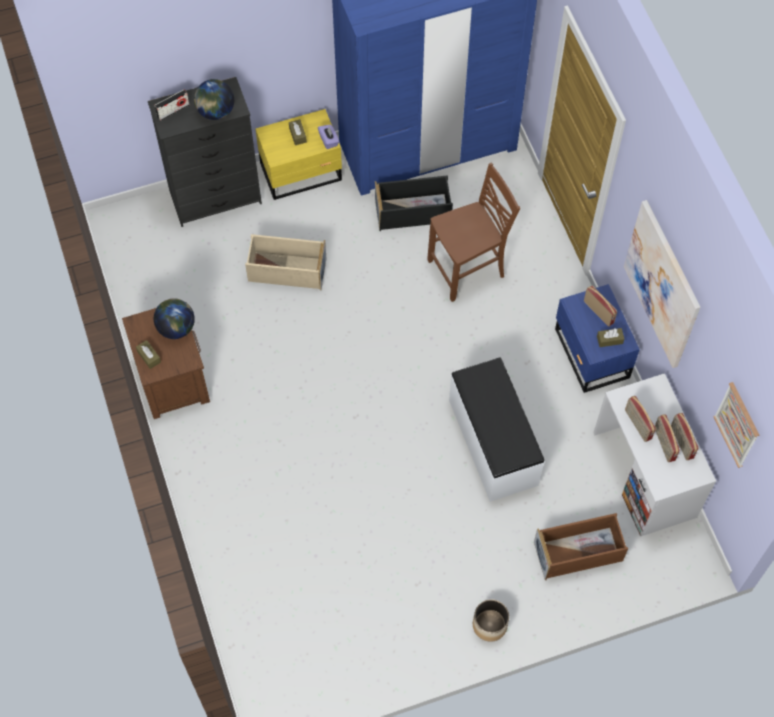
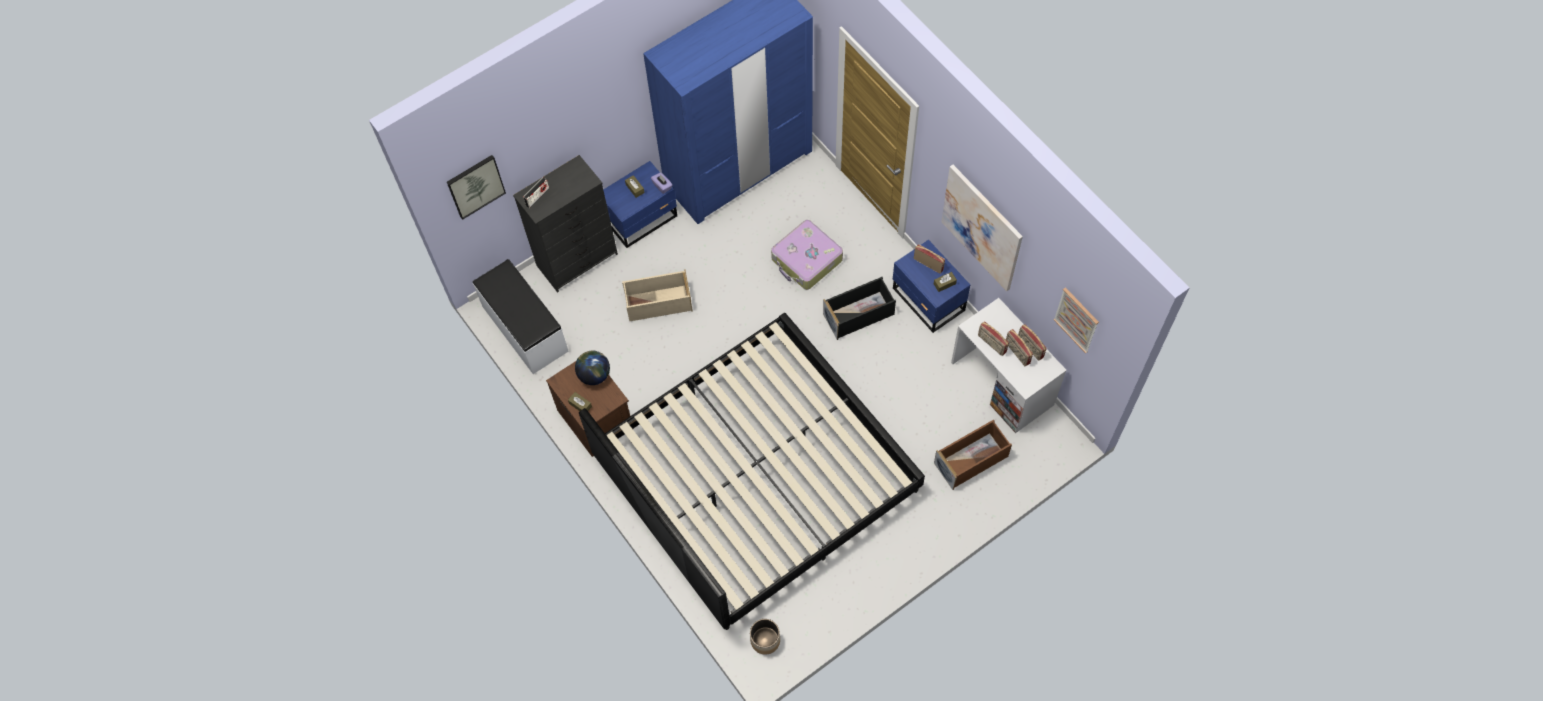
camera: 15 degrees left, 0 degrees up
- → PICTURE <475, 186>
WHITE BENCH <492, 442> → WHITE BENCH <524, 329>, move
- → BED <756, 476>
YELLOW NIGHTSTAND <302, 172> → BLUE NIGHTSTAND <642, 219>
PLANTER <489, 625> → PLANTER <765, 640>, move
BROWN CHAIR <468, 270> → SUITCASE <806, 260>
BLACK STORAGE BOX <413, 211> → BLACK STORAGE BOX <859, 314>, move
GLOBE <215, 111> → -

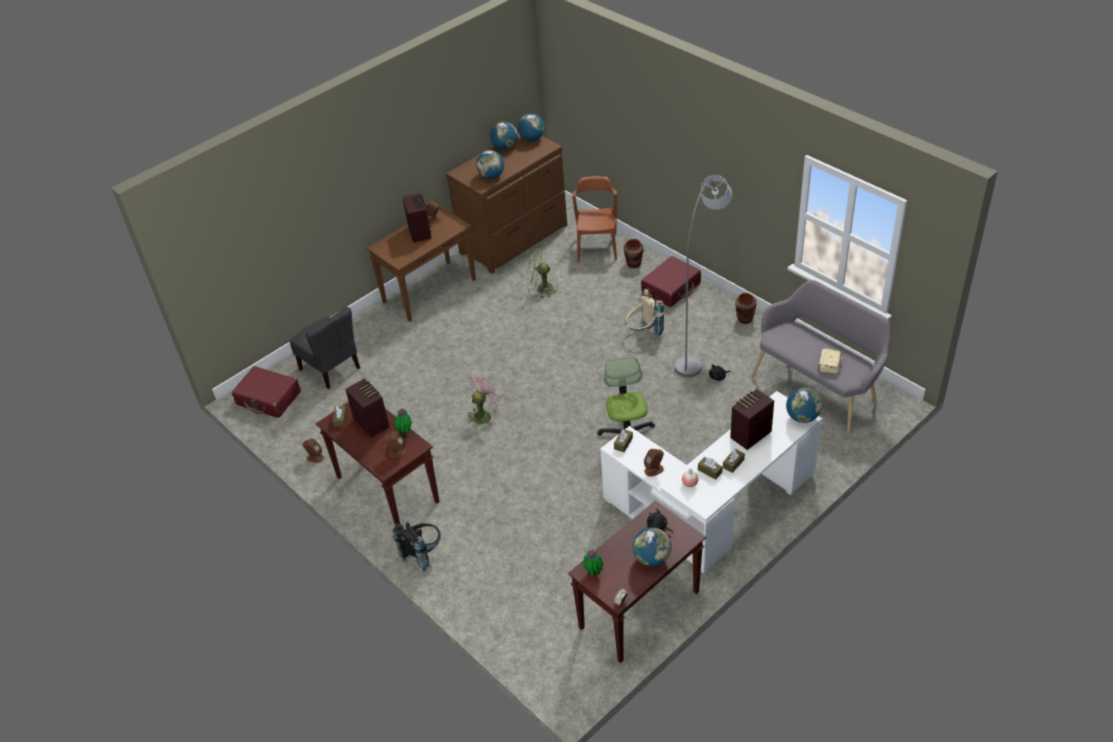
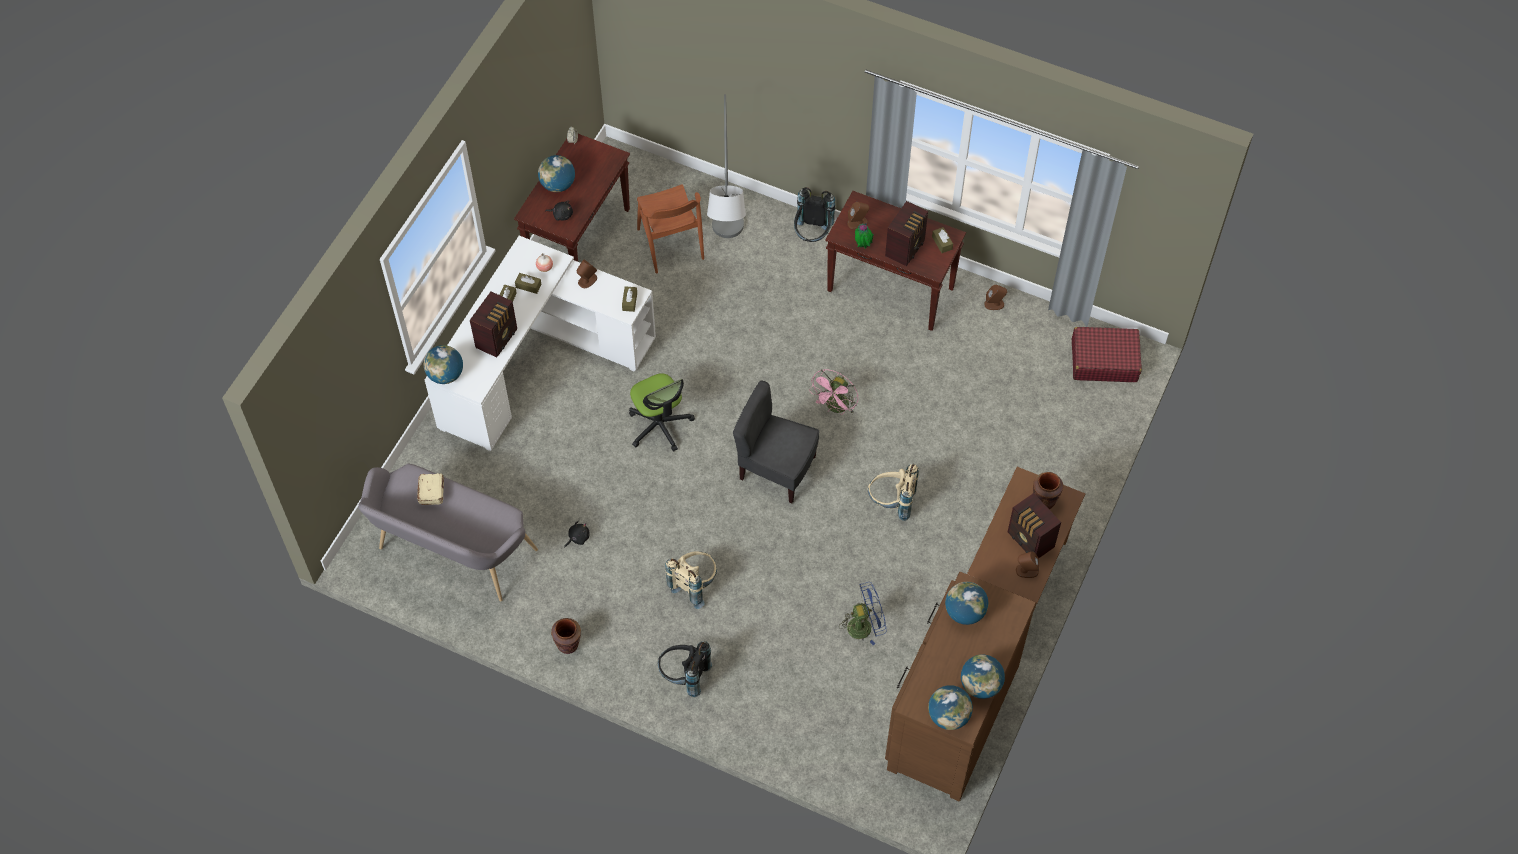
camera: 155 degrees right, 15 degrees up
BROWN CHAIR <597, 247> → BROWN CHAIR <670, 244>, move
RED SUITCASE <671, 288> → BLACK BACKPACK <684, 677>
GREY FLOOR LAMP <701, 334> → GREY FLOOR LAMP <728, 274>, move
GREY CHAIR <331, 368> → GREY CHAIR <776, 469>, move
GREEN FAN <541, 289> → BLUE FAN <864, 626>
- → BEIGE BACKPACK <891, 503>
RADIO <371, 422> → RADIO <906, 248>, 90 degrees counterclockwise
BROWN VASE <633, 264> → BROWN VASE <1044, 501>, move
POTTED PLANT <593, 573> → -

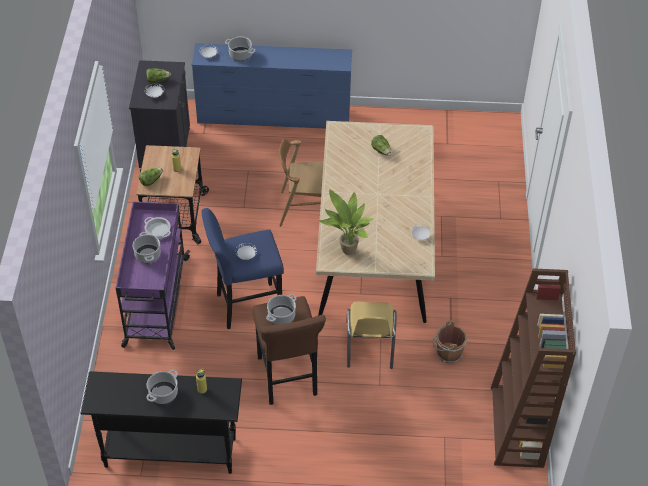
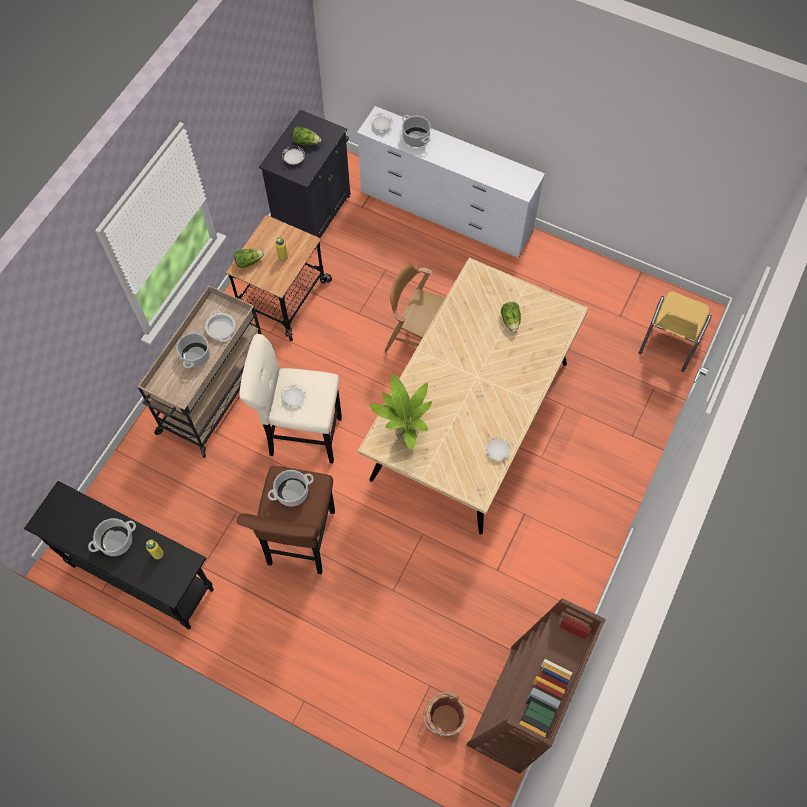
camera: 25 degrees right, 15 degrees up
PURPLE CART <156, 303> → BEIGE CART <214, 394>
BLUE STOOL <245, 306> → BEIGE STOOL <301, 435>
BLUE DRESSER <274, 116> → WHITE DRESSER <446, 212>
BROWN BUCKET <447, 353> → BROWN BUCKET <443, 719>, move
YELLOW CHAIR <369, 345> → YELLOW CHAIR <670, 339>, move

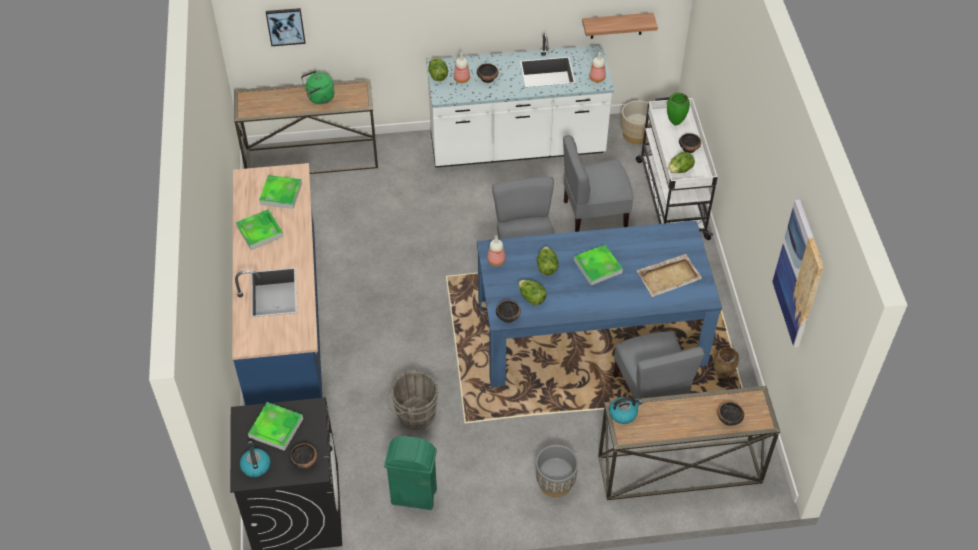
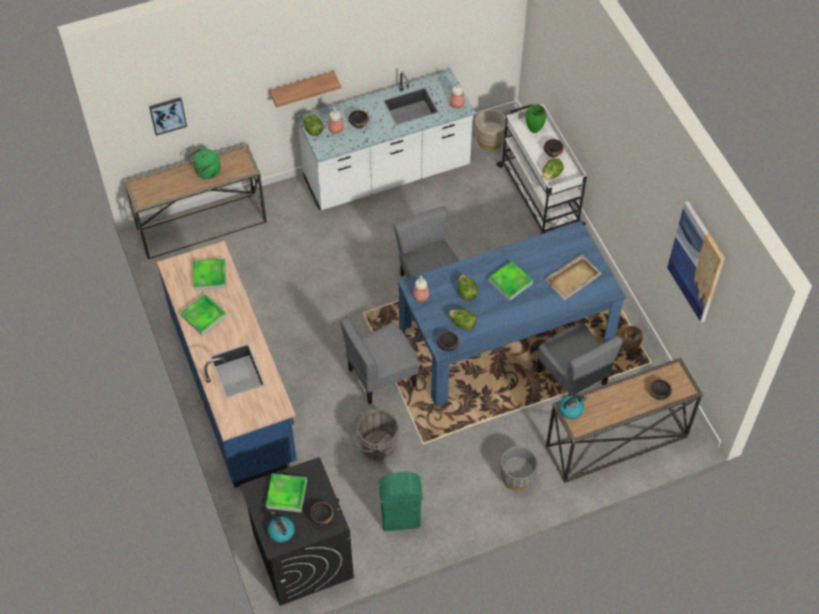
camera: 15 degrees left, 5 degrees up
SHELF <616, 25> → SHELF <302, 89>, move
GREY CHAIR <594, 214> → GREY CHAIR <381, 377>, move

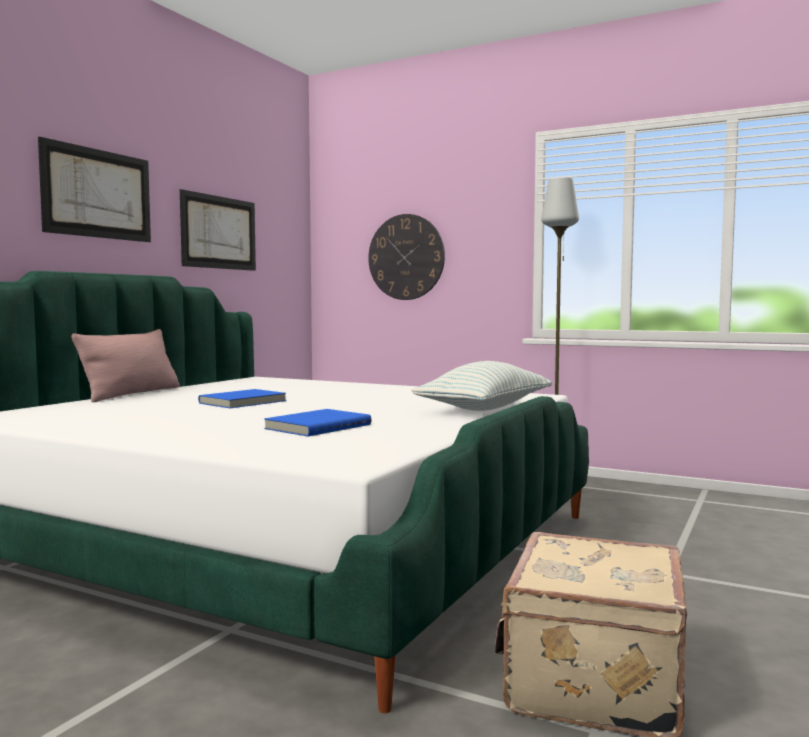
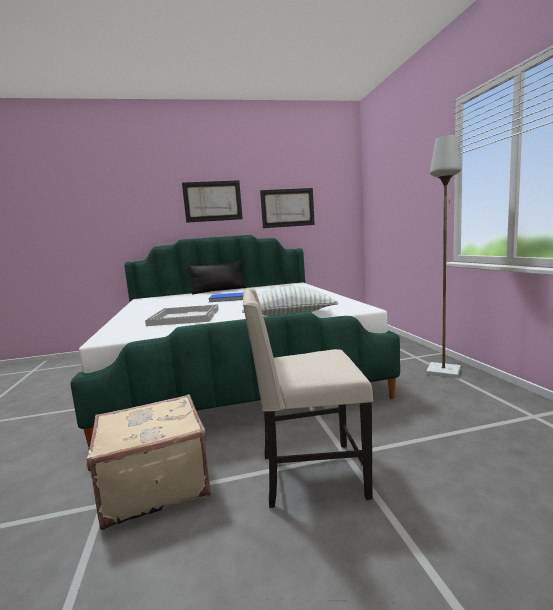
camera: 50 degrees right, 5 degrees up
BLUE BOOK <317, 426> → WHITE TRAY <184, 317>
PINK PILLOW <132, 394> → BLACK PILLOW <219, 290>
- → BEIGE CHAIR <309, 475>
WALL CLOCK <406, 257> → -

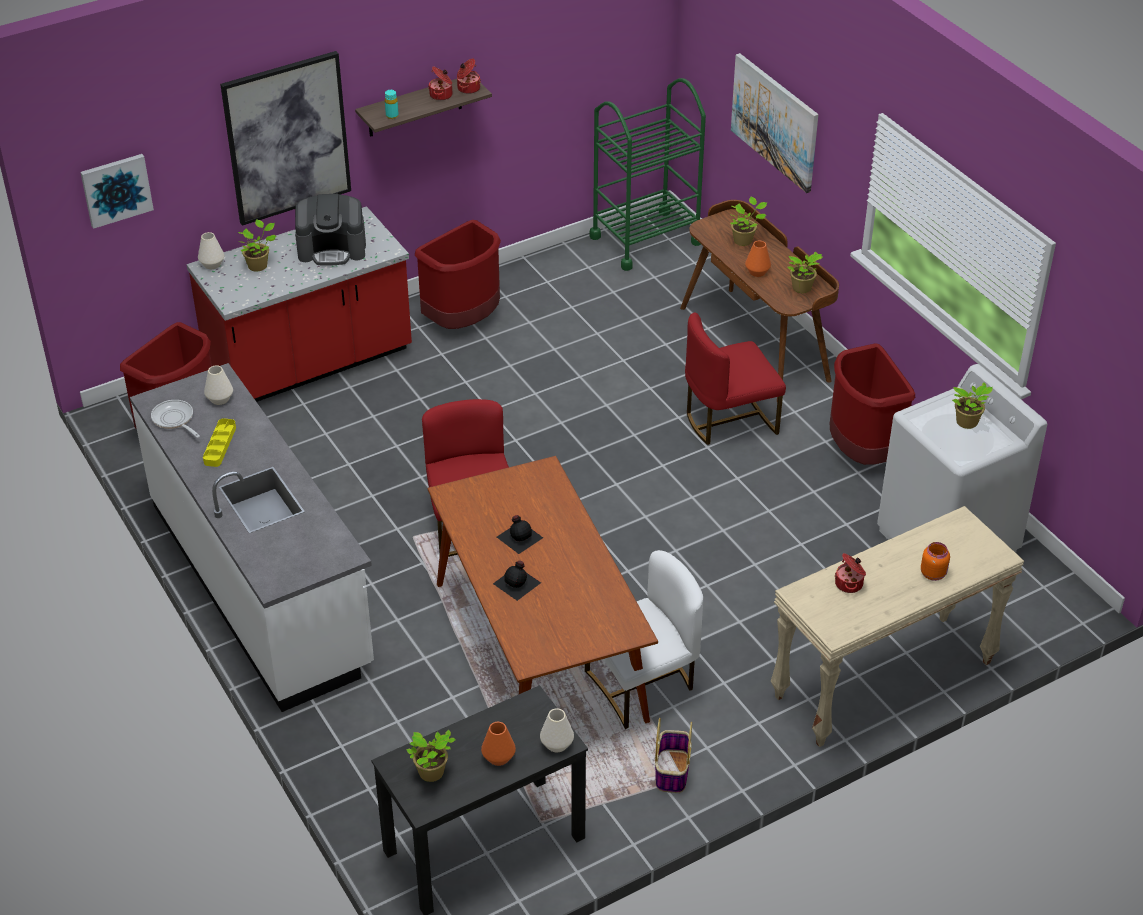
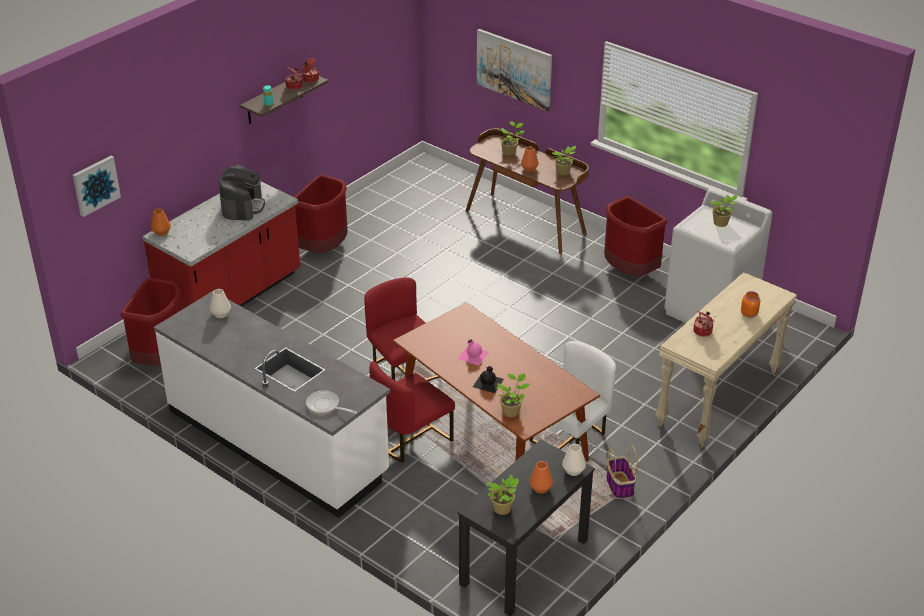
camera: 20 degrees left, 5 degrees down
WHITE VASE <212, 264> → ORANGE VASE <161, 232>
COFFEE MACHINE <332, 249> → COFFEE MACHINE <242, 206>, 60 degrees counterclockwise
FRYING PAN <174, 420> → FRYING PAN <325, 406>, move
RED CHAIR <729, 420> → RED CHAIR <411, 439>, move
BLACK BOTTLE <519, 536> → PINK BOTTLE <473, 355>
POTTED PLANT <259, 265> → POTTED PLANT <511, 411>, move
YELLOW TRAY <220, 445> → -
PICTURE <287, 138> → -
GREEN CART <645, 239> → -

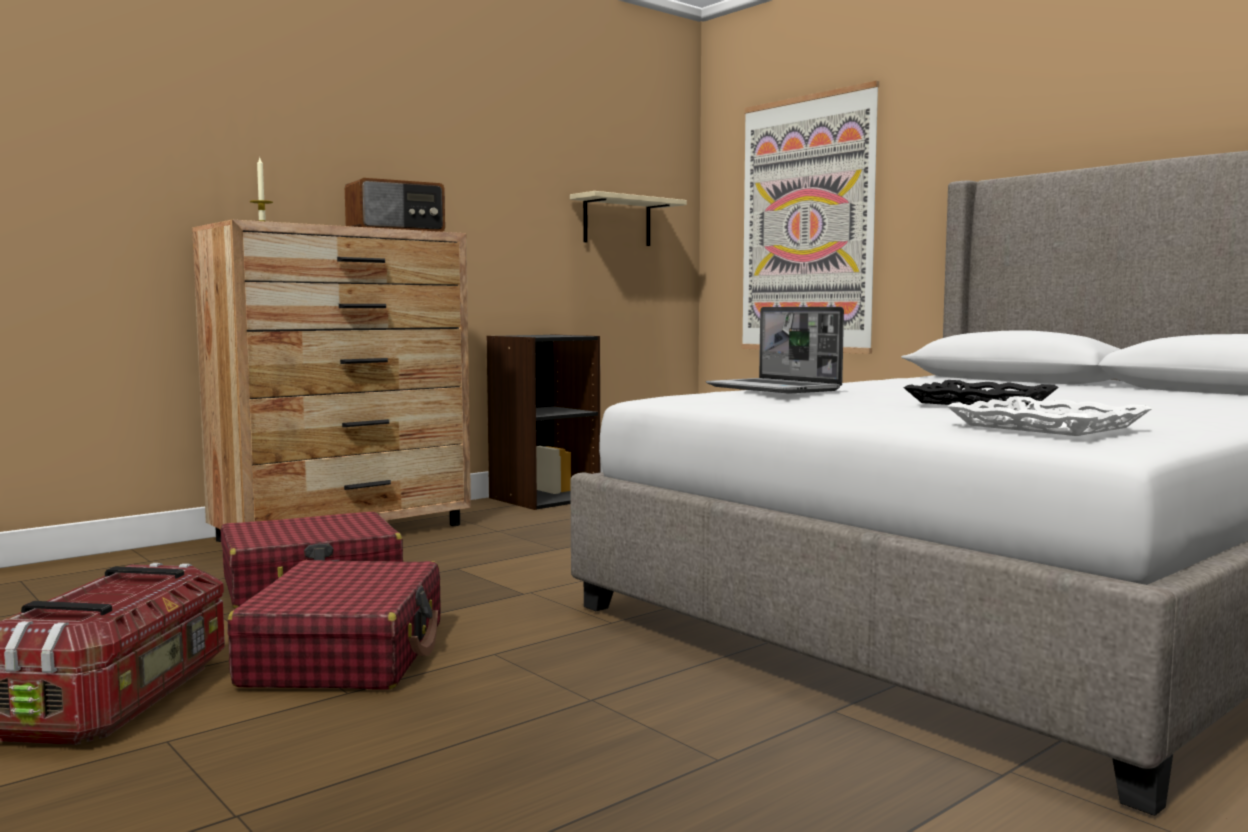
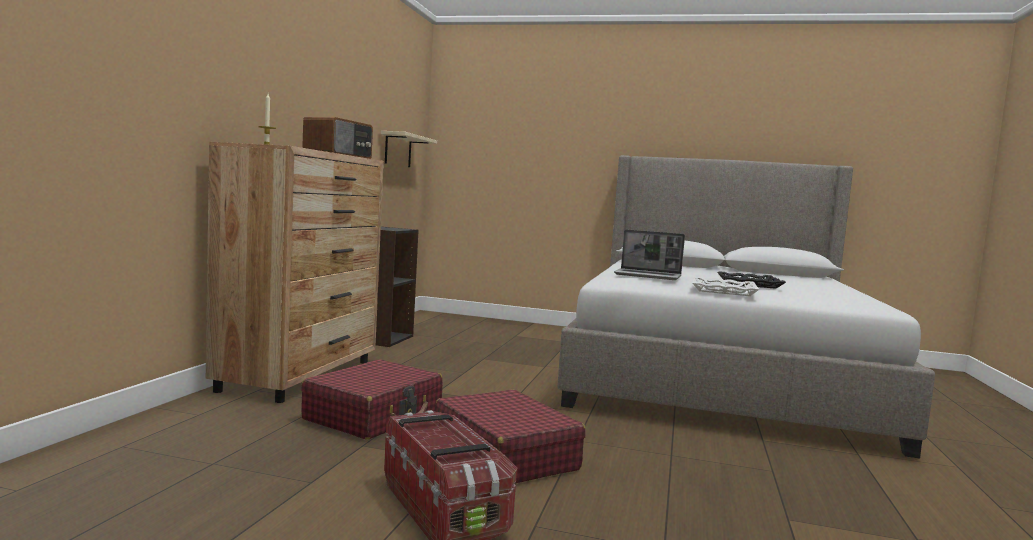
camera: 35 degrees left, 0 degrees up
WHITE TRAY <1048, 426> → WHITE TRAY <723, 291>, move
PICTURE <806, 225> → -

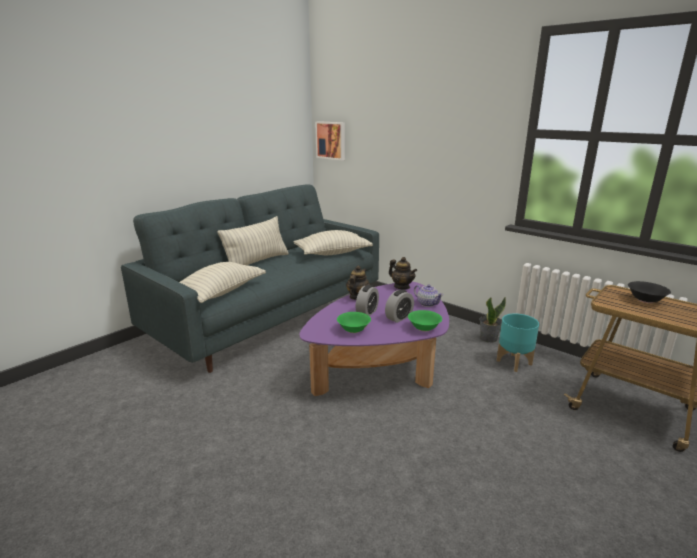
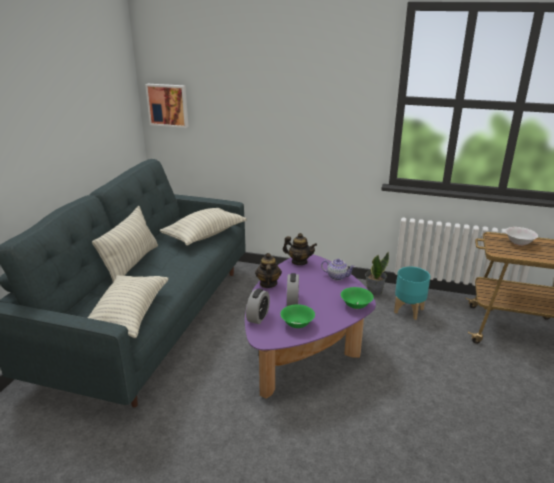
camera: 25 degrees left, 5 degrees up
ALARM CLOCK <399, 317> → ALARM CLOCK <258, 317>, move
BLACK BOWL <645, 300> → WHITE BOWL <518, 243>

